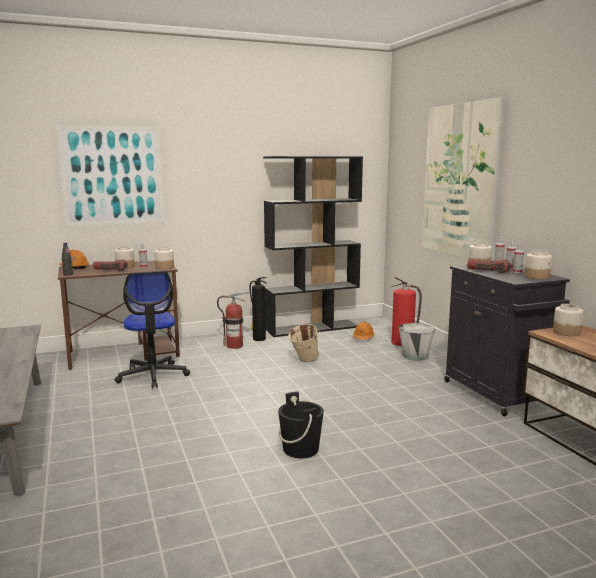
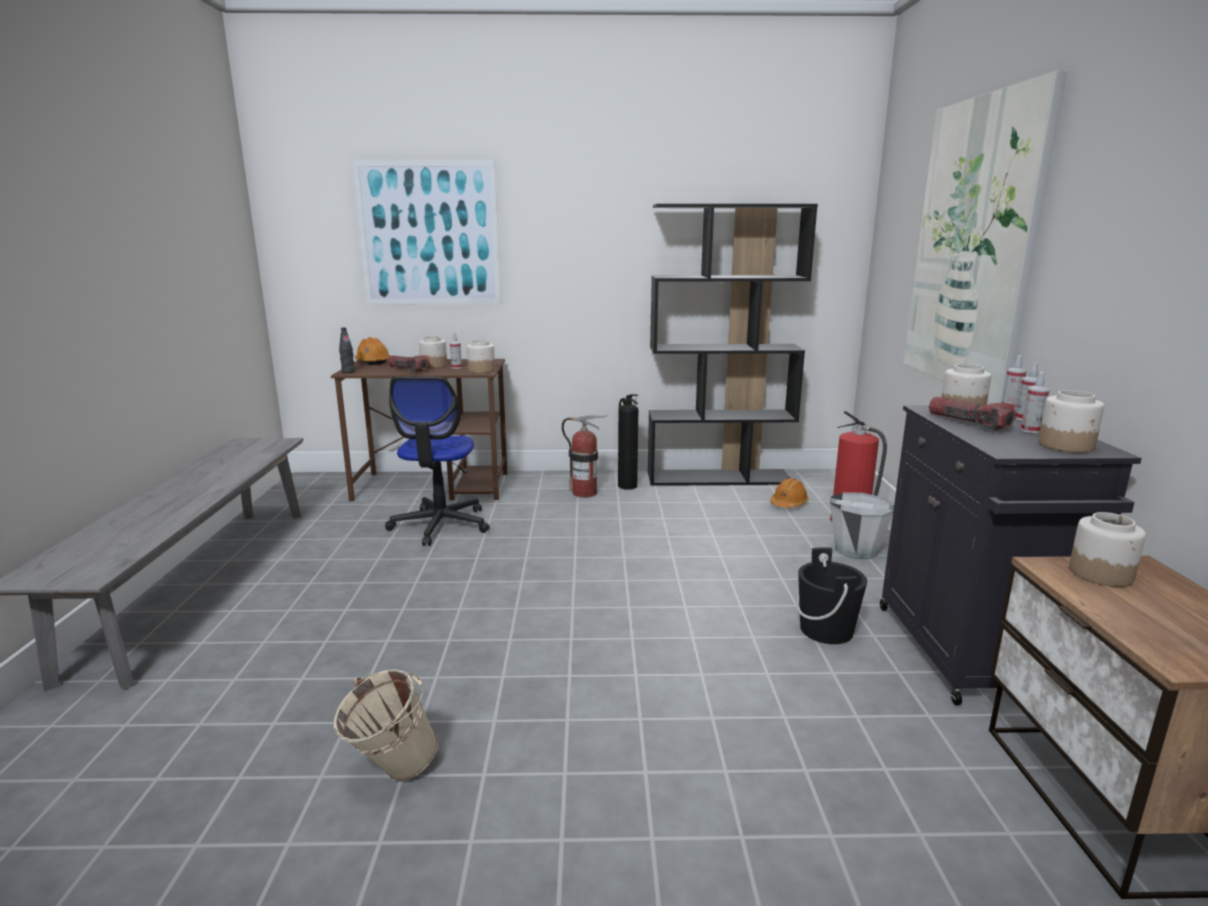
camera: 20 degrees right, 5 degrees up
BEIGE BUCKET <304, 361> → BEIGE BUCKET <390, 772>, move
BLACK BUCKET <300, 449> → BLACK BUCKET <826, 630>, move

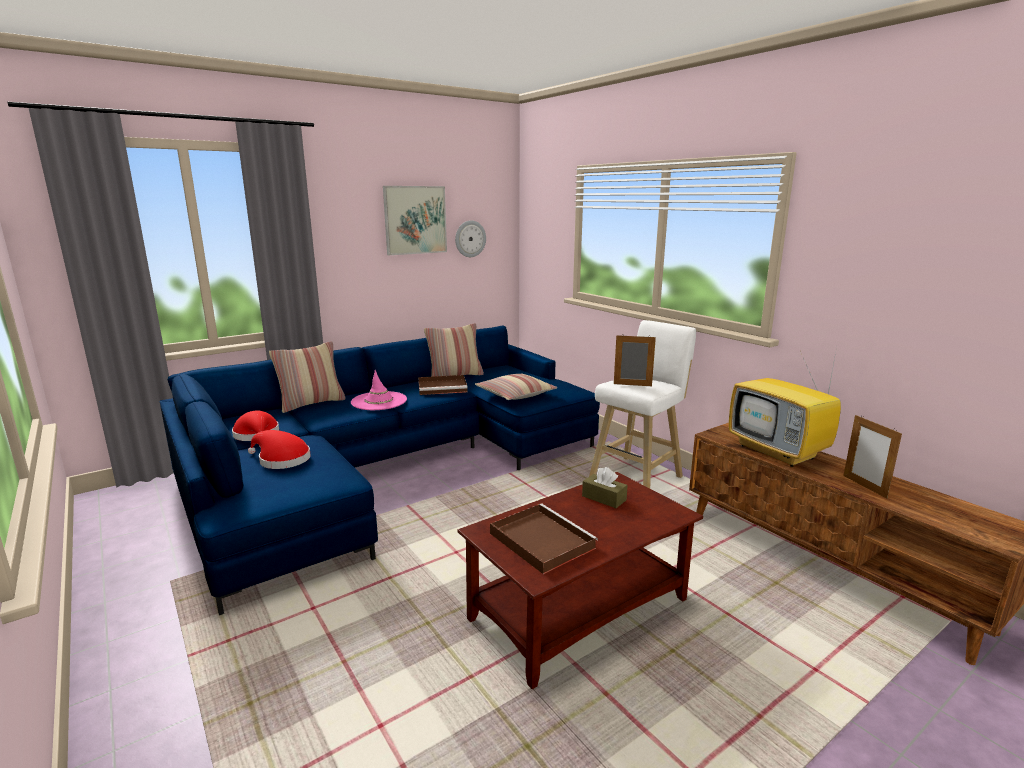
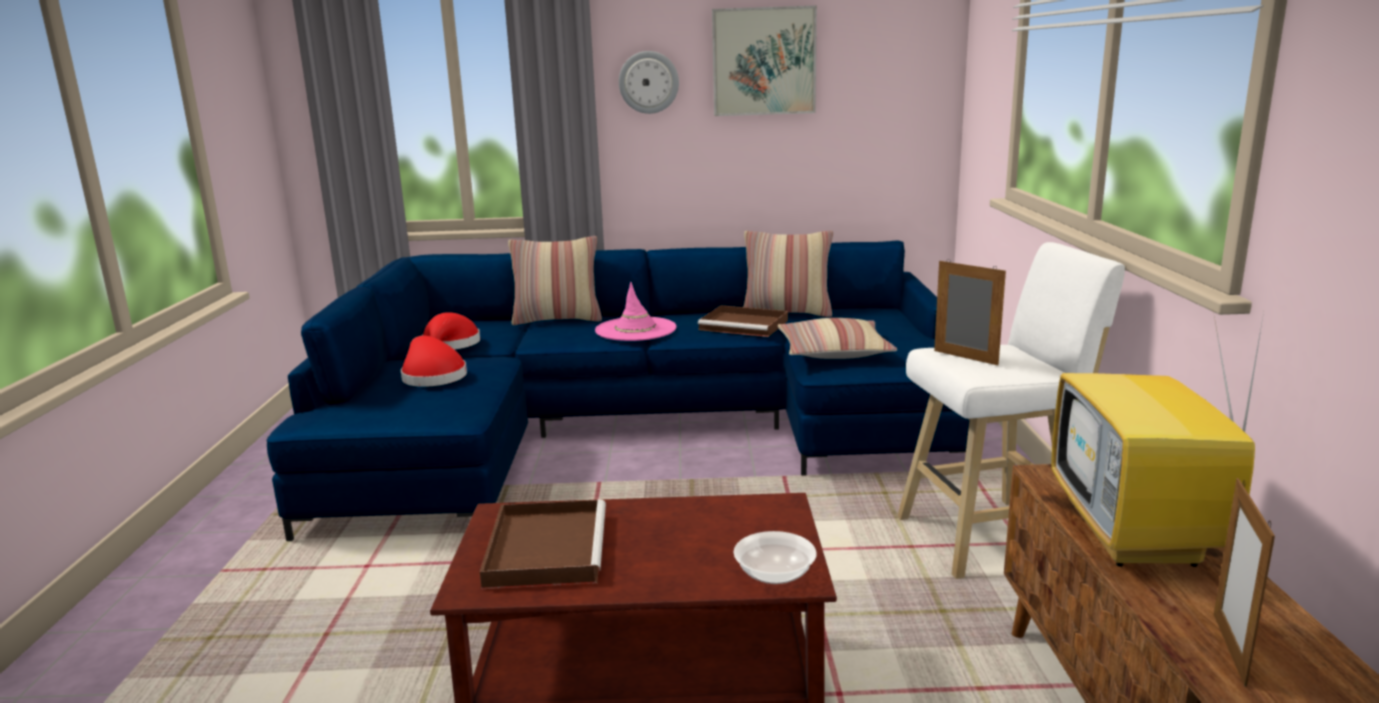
camera: 35 degrees right, 0 degrees up
WALL CLOCK <470, 239> → WALL CLOCK <648, 82>, move
- → BOWL <775, 574>
BROWN TISSUE BOX <604, 498> → -

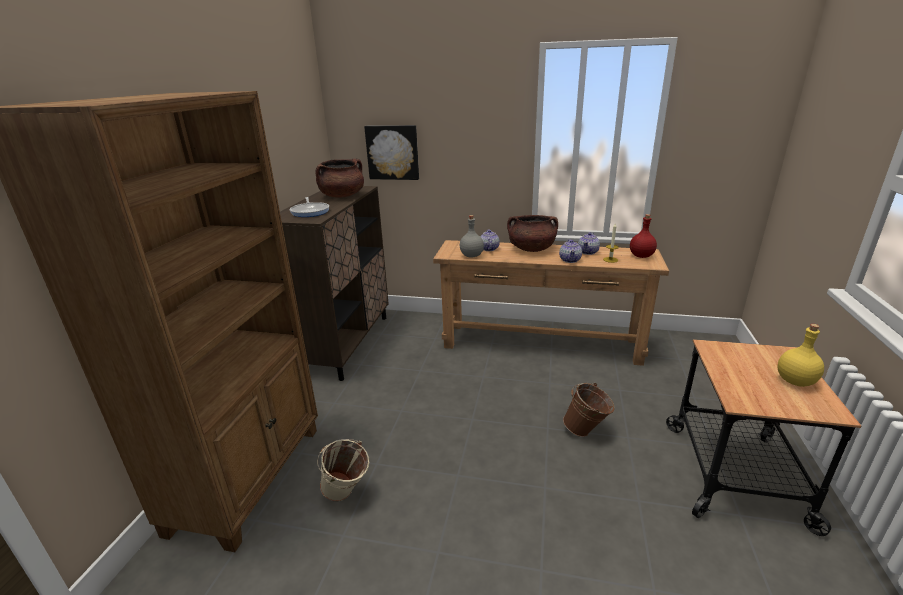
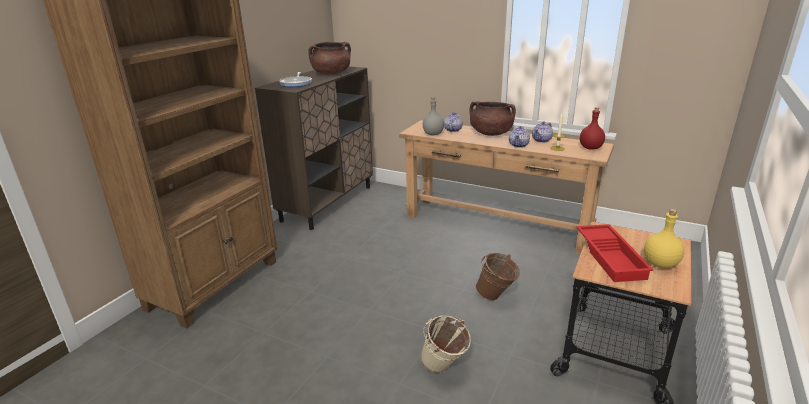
camera: 15 degrees right, 0 degrees up
BEIGE BUCKET <347, 495> → BEIGE BUCKET <444, 369>, move
- → RED TRAY <611, 257>
PICTURE <393, 152> → -

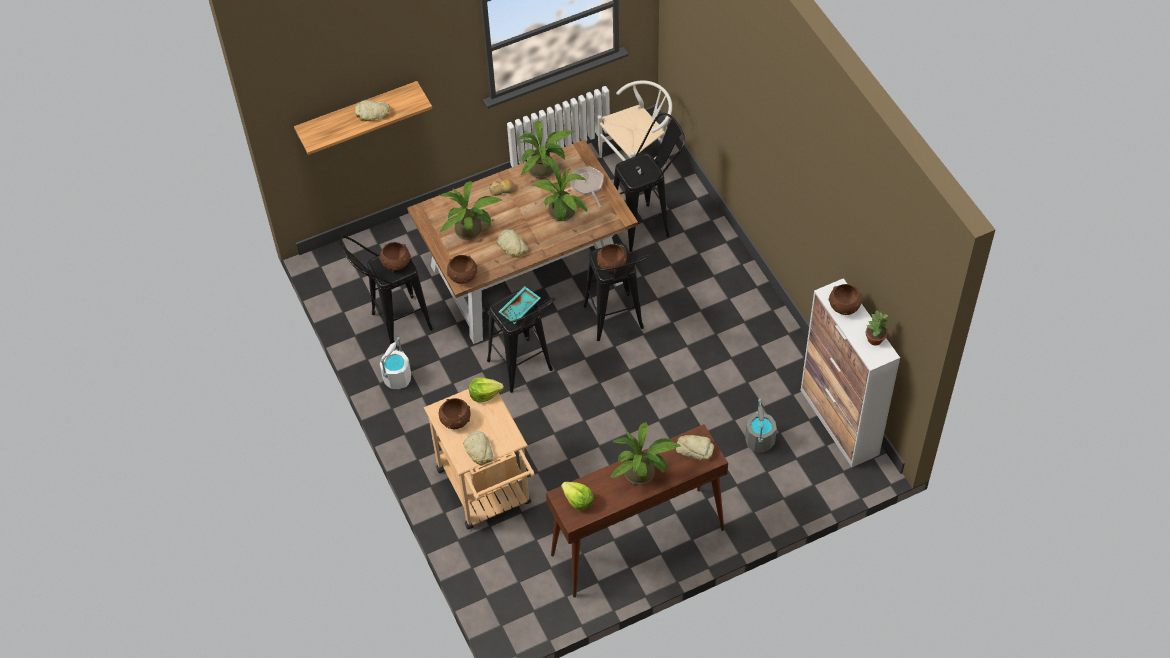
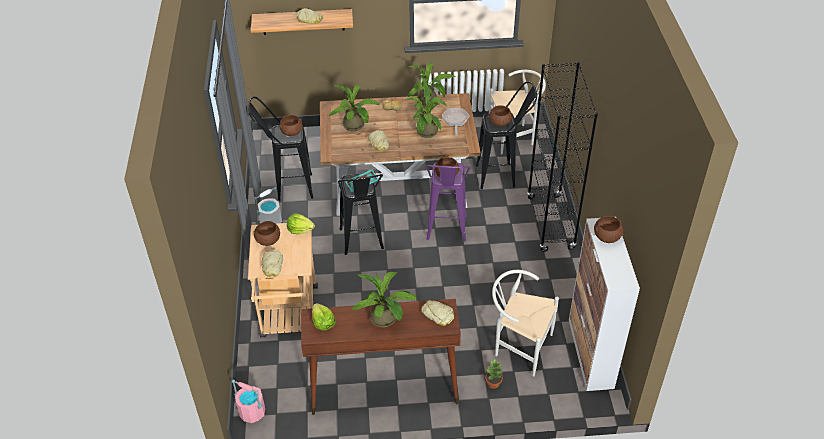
camera: 20 degrees right, 10 degrees down
- → PINK BUCKET <252, 412>
BLACK STOOL <616, 325> → PURPLE STOOL <446, 233>
POTTED PLANT <875, 339> → POTTED PLANT <493, 383>, move
BROWN BOWL <463, 276> → BROWN BOWL <500, 122>, move
GREY BUCKET <759, 440> → WHITE CHAIR <518, 346>
- → BLACK BOOKCASE <550, 223>

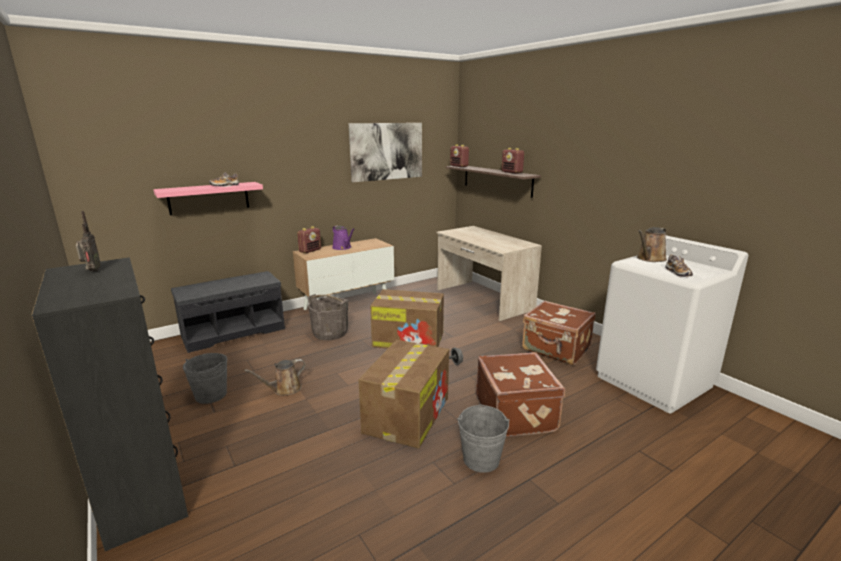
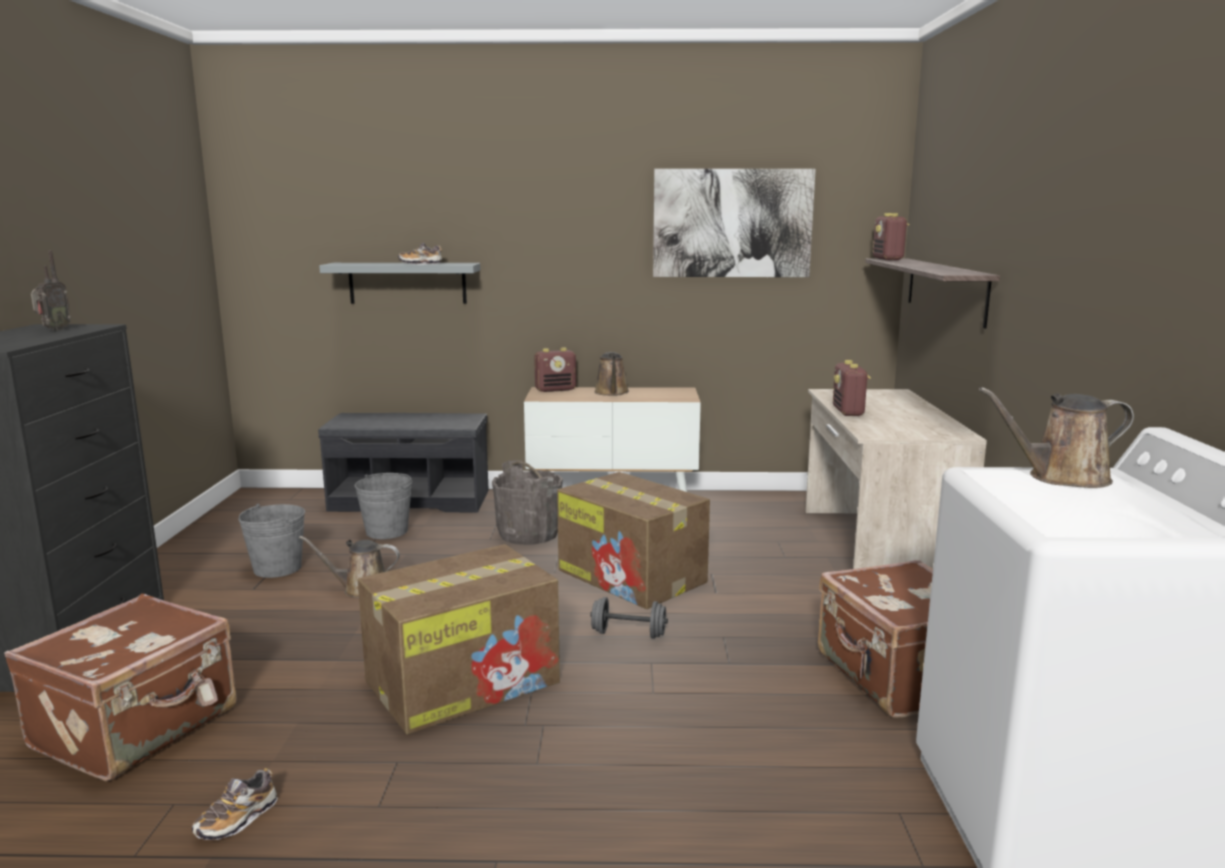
camera: 35 degrees right, 5 degrees down
BROWN SUITCASE <516, 413> → BROWN SUITCASE <138, 728>, move
SHOE <678, 273> → SHOE <237, 820>, move
PINK SHELF <209, 198> → GREY SHELF <407, 283>
GREY BUCKET <481, 459> → GREY BUCKET <387, 531>, move
PURPLE WATERING CAN <343, 247> → BROWN WATERING CAN <612, 393>
RADIO <512, 172> → RADIO <848, 412>, move

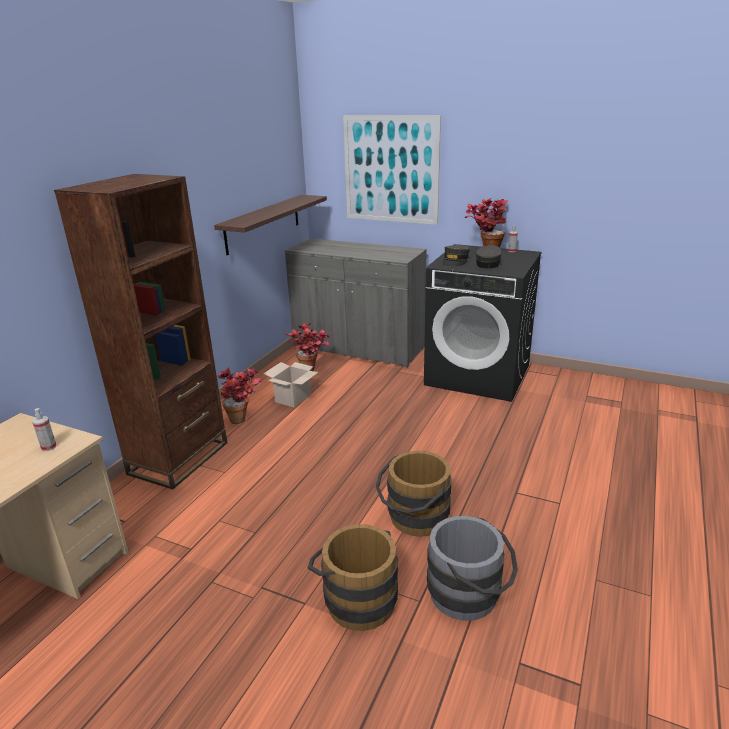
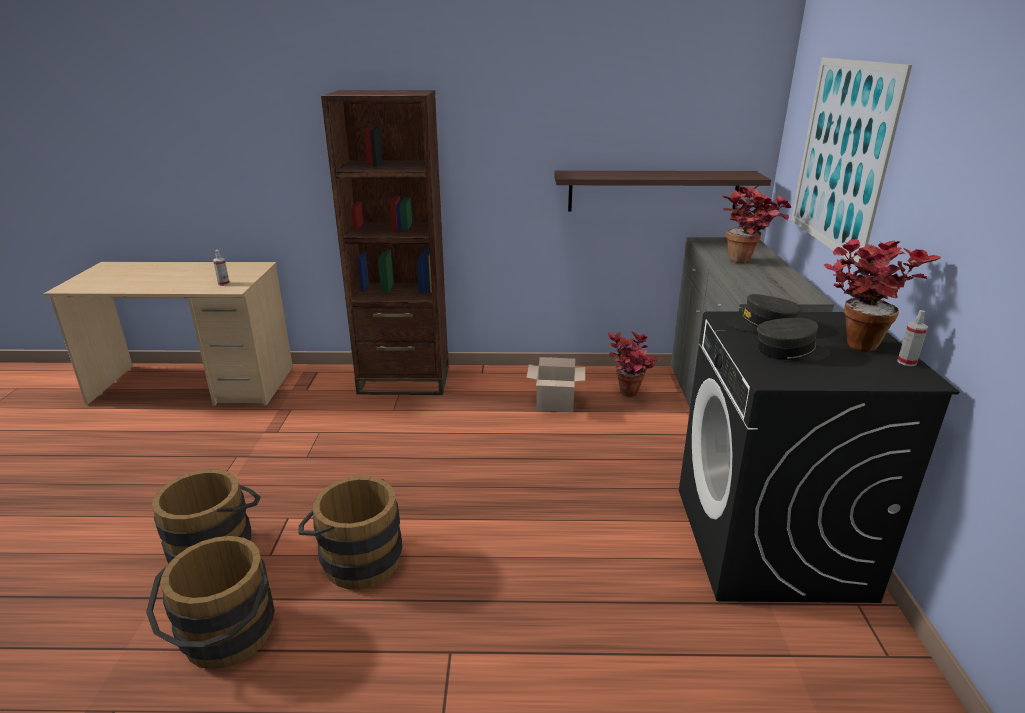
camera: 65 degrees right, 0 degrees up
GREY BUCKET <470, 595> → BROWN BUCKET <226, 641>
POTTED PLANT <244, 419> → POTTED PLANT <746, 262>, move

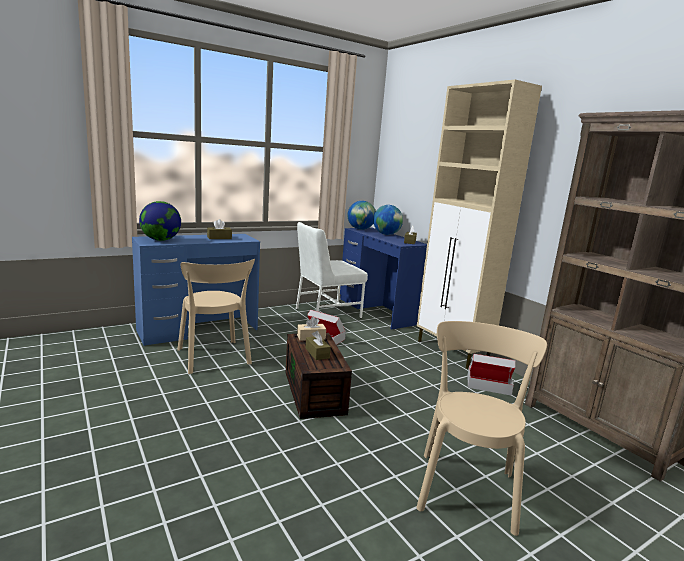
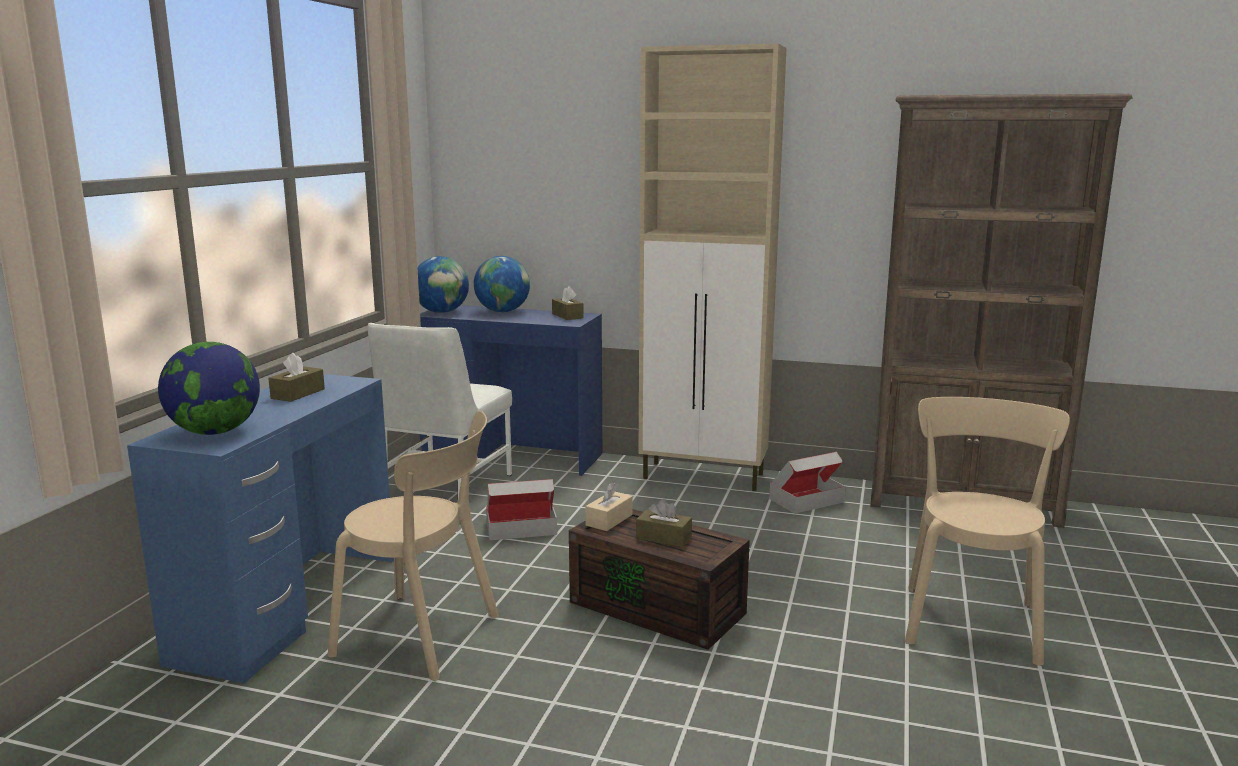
camera: 40 degrees left, 0 degrees up
BEIGE CHAIR <466, 486> → BEIGE CHAIR <971, 620>, 45 degrees clockwise

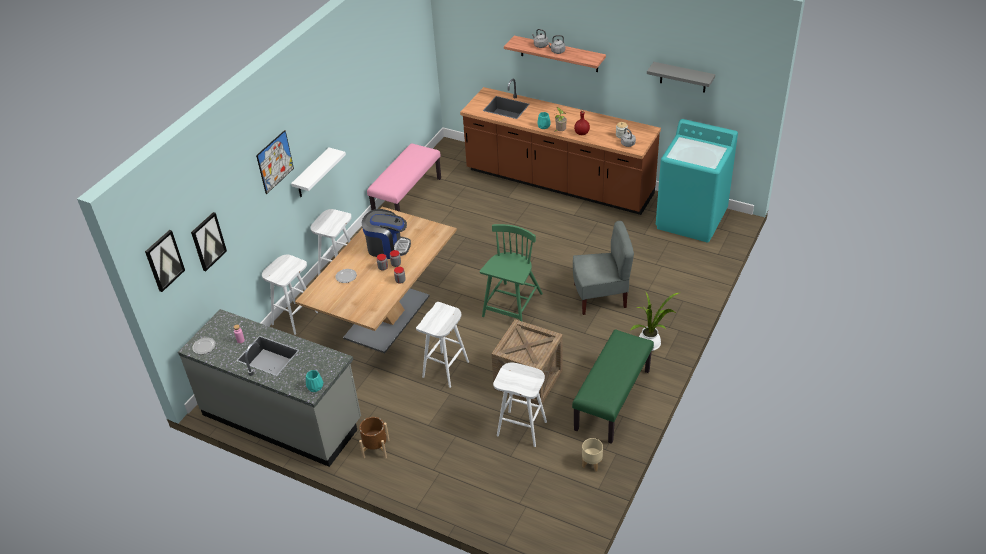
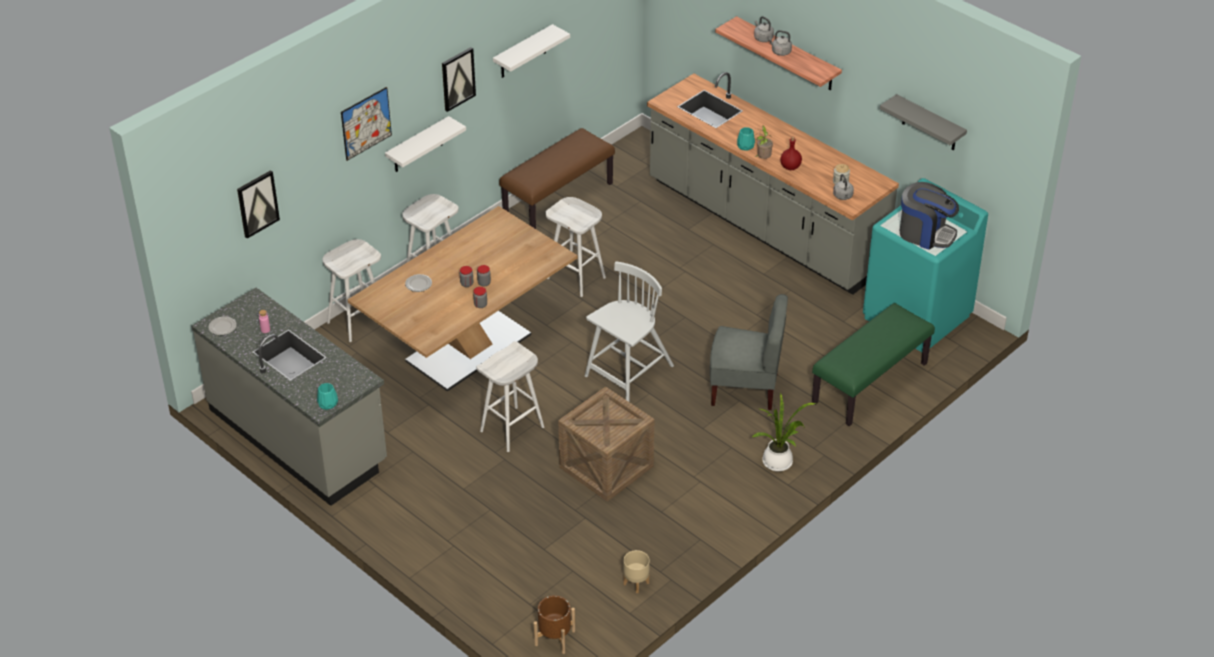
camera: 15 degrees right, 0 degrees up
PICTURE <164, 260> → PICTURE <457, 78>, move
- → WHITE SHELF <523, 52>
PINK BENCH <407, 197> → BROWN BENCH <558, 199>
BROWN PLANTER <376, 448> → BROWN PLANTER <555, 638>, move
WHITE STOOL <522, 428> → WHITE STOOL <577, 278>, move
GREEN CHAIR <512, 306> → WHITE CHAIR <628, 372>
BROWN COUNTER <558, 184> → GREY COUNTER <764, 227>
GREEN BENCH <613, 400> → GREEN BENCH <870, 384>, move
COFFEE MACHINE <387, 247> → COFFEE MACHINE <925, 234>, move

